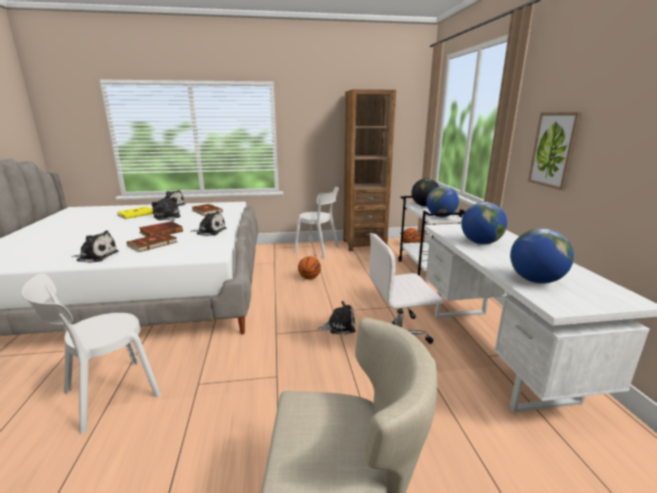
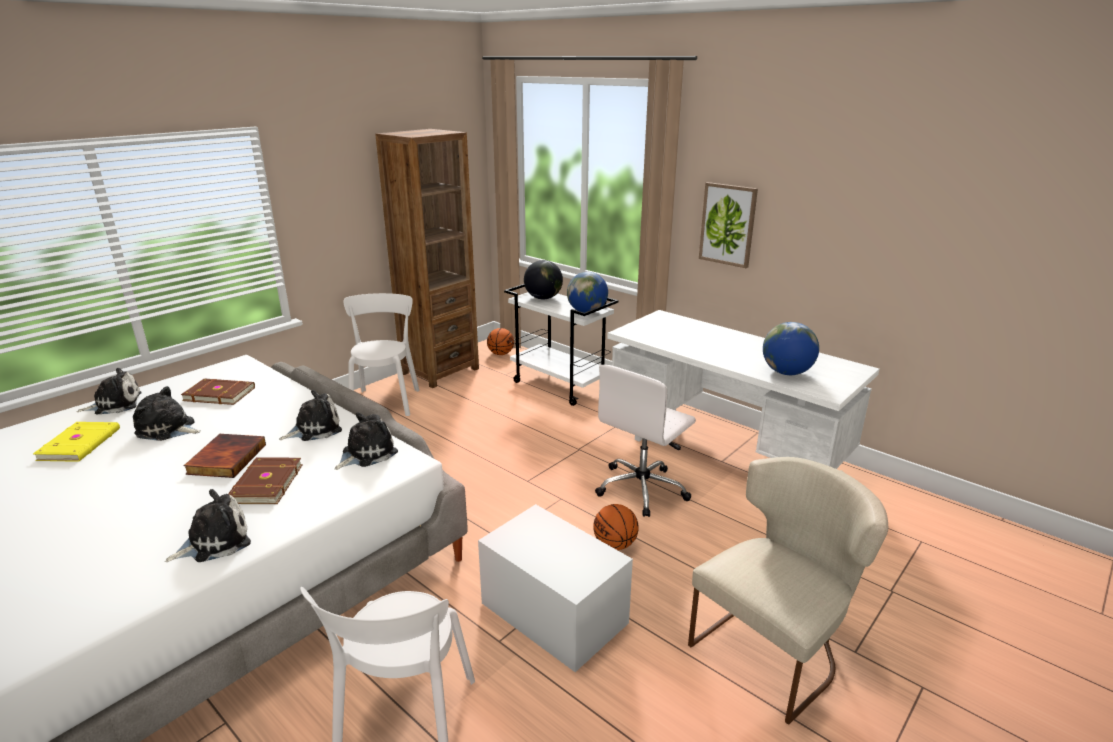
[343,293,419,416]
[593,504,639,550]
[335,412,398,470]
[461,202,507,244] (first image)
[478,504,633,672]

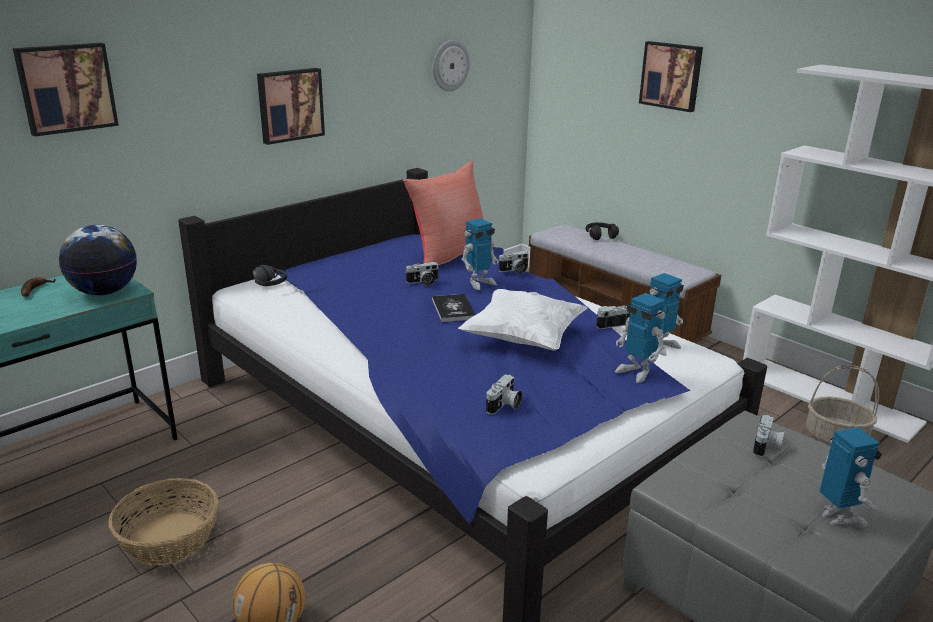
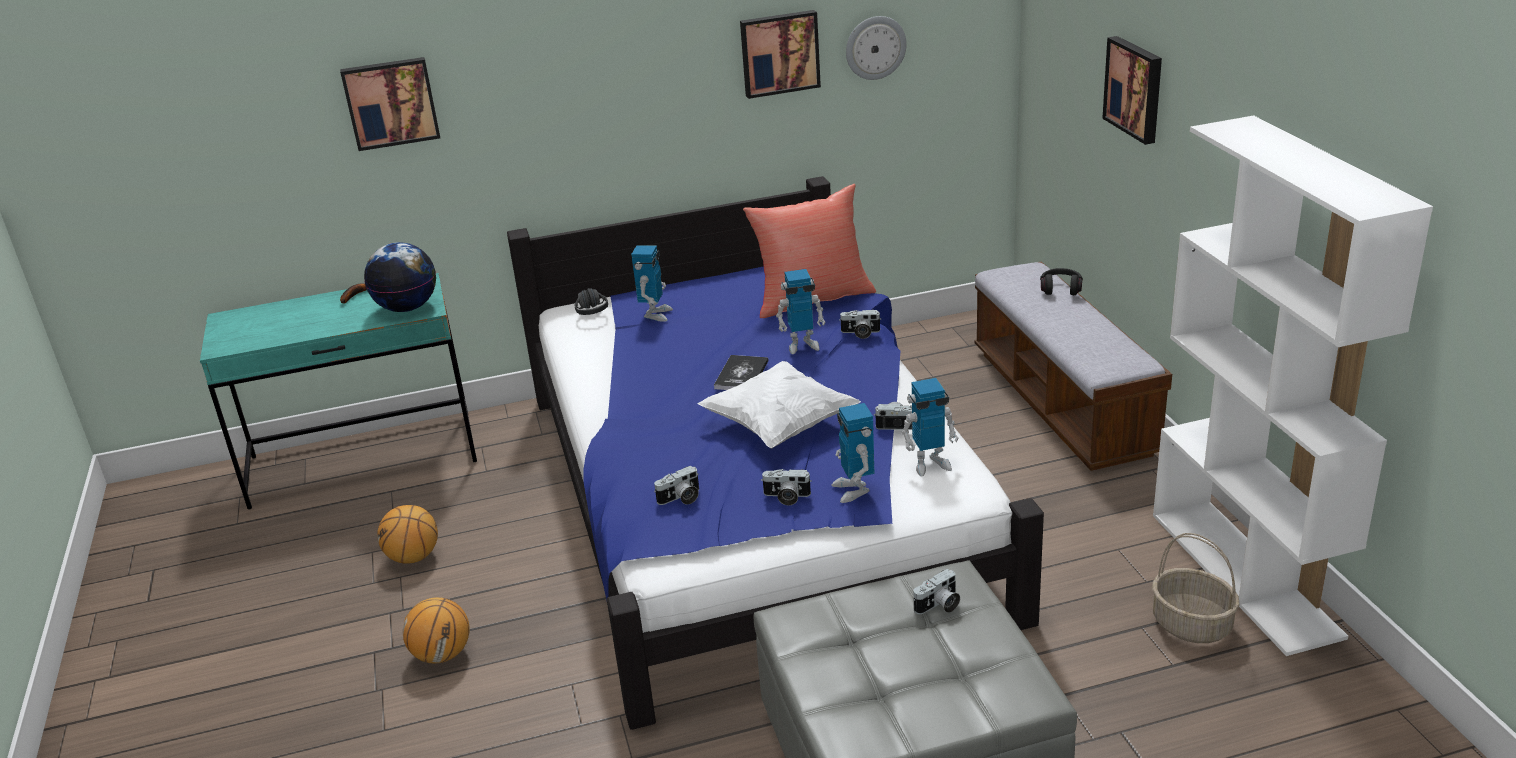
[377,505,438,564]
[740,10,821,99]
[761,469,812,506]
[631,245,673,322]

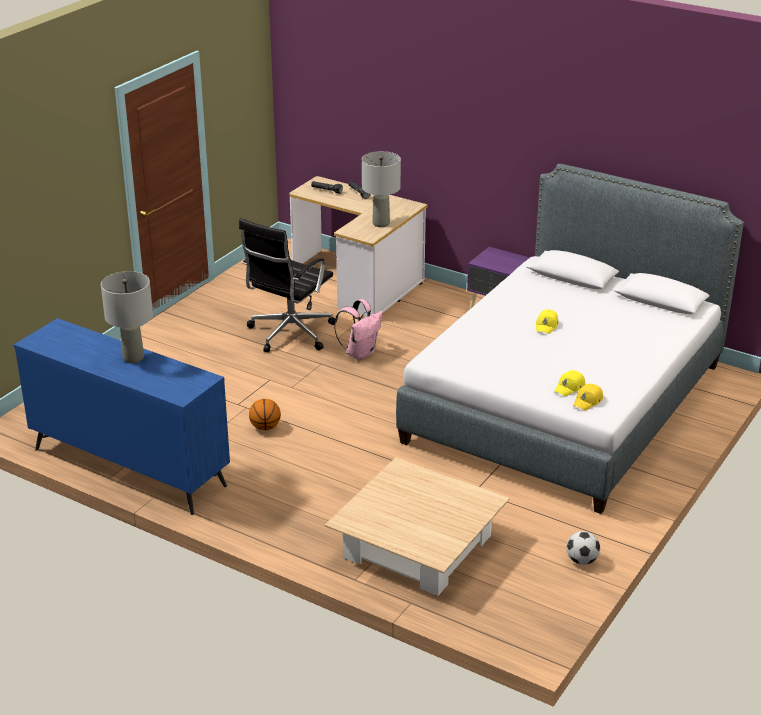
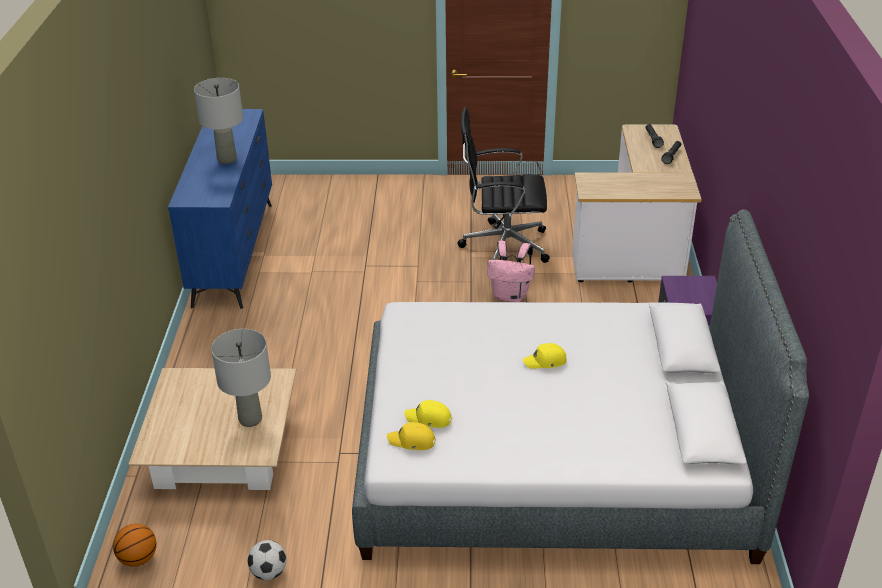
[113,524,156,567]
[211,329,271,427]

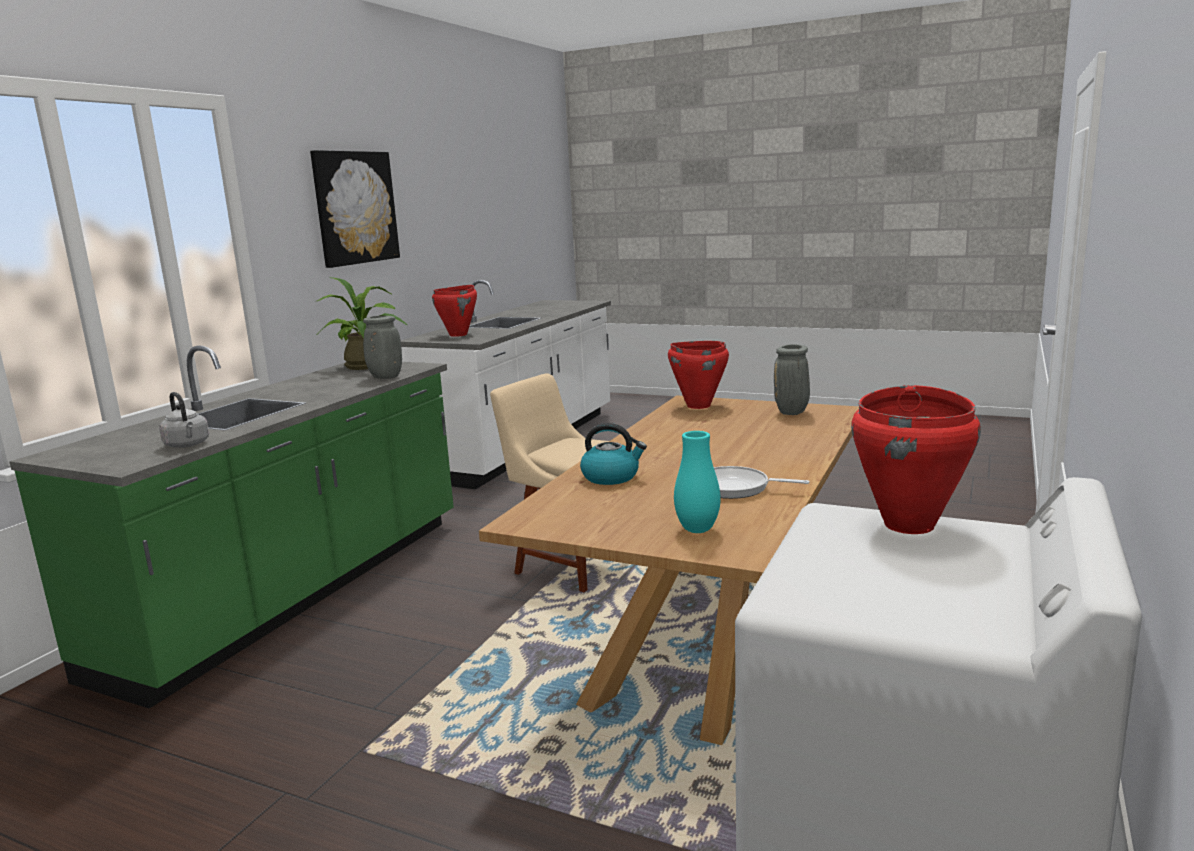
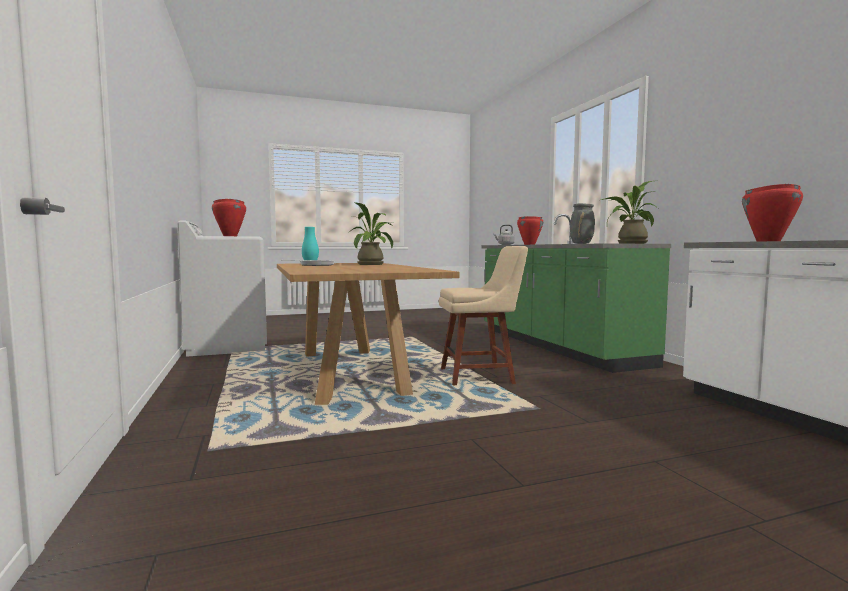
[310,150,400,268] (first image)
[349,202,393,265]
[517,216,543,245]
[774,344,810,415] (first image)

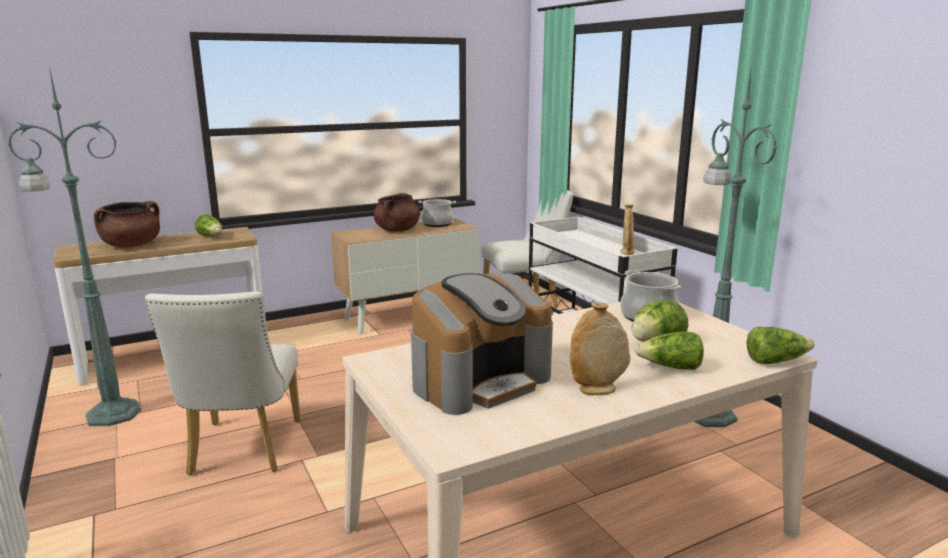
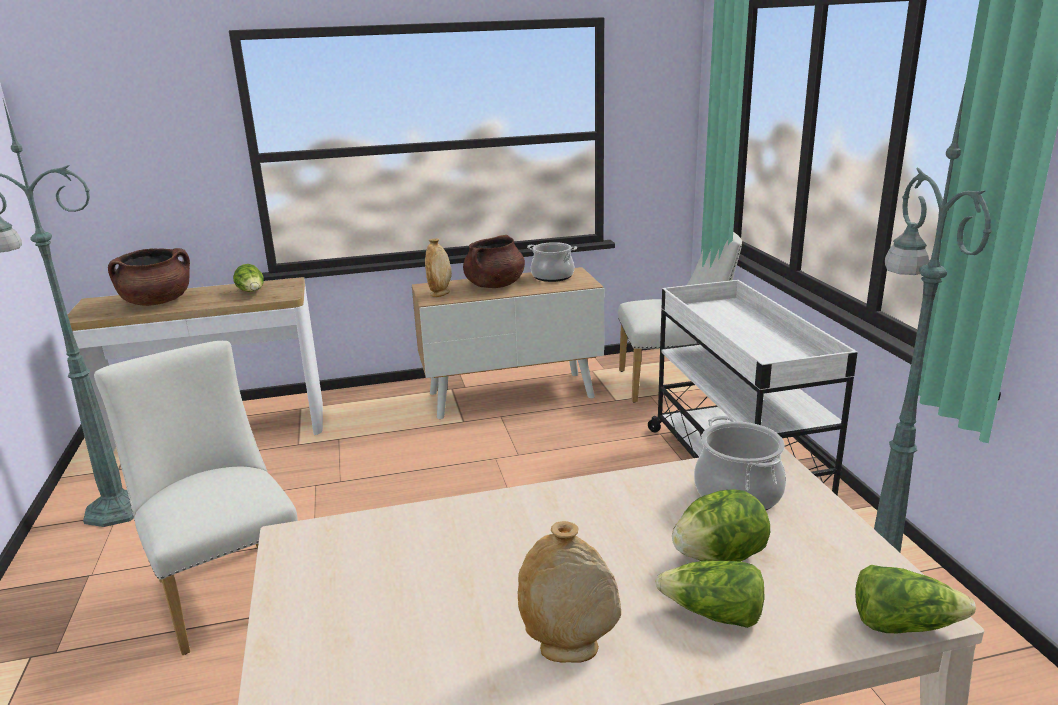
[94,341,298,655]
[411,273,553,415] (first image)
[425,238,452,297]

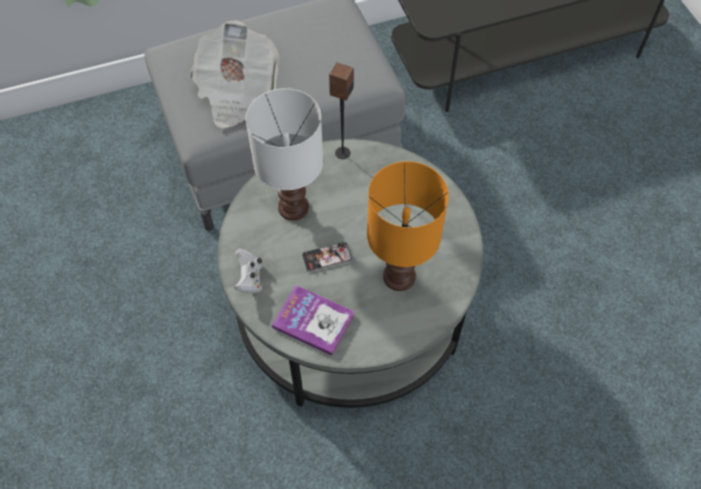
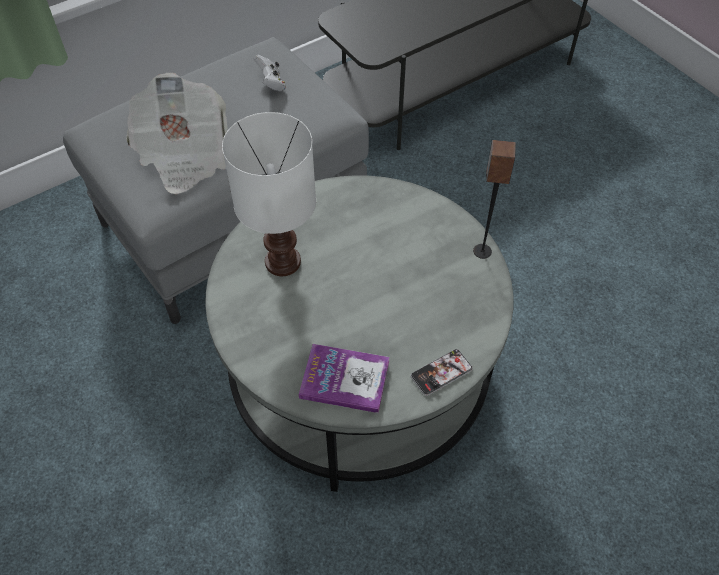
[253,55,286,91]
[410,349,473,396]
[473,140,516,259]
[367,161,449,291] (first image)

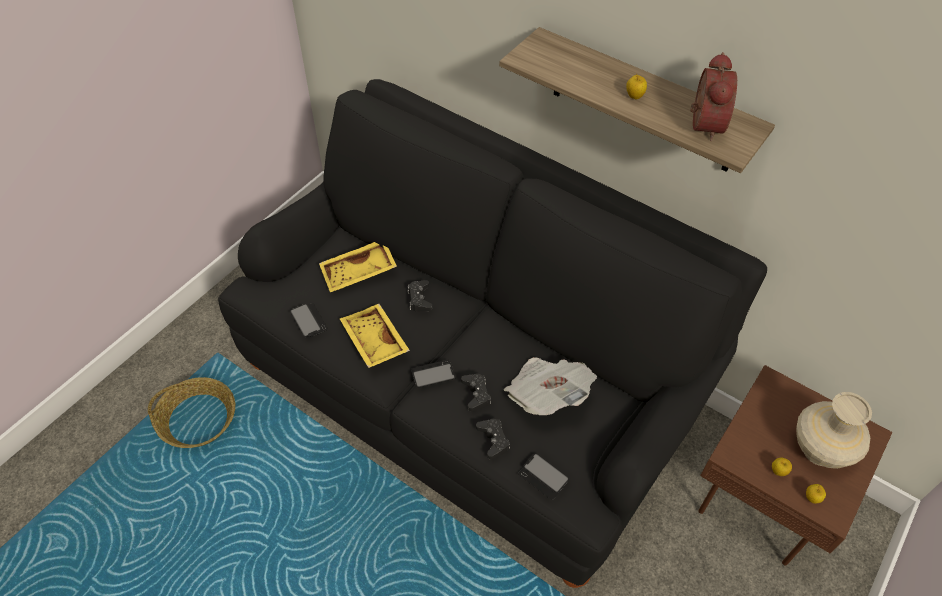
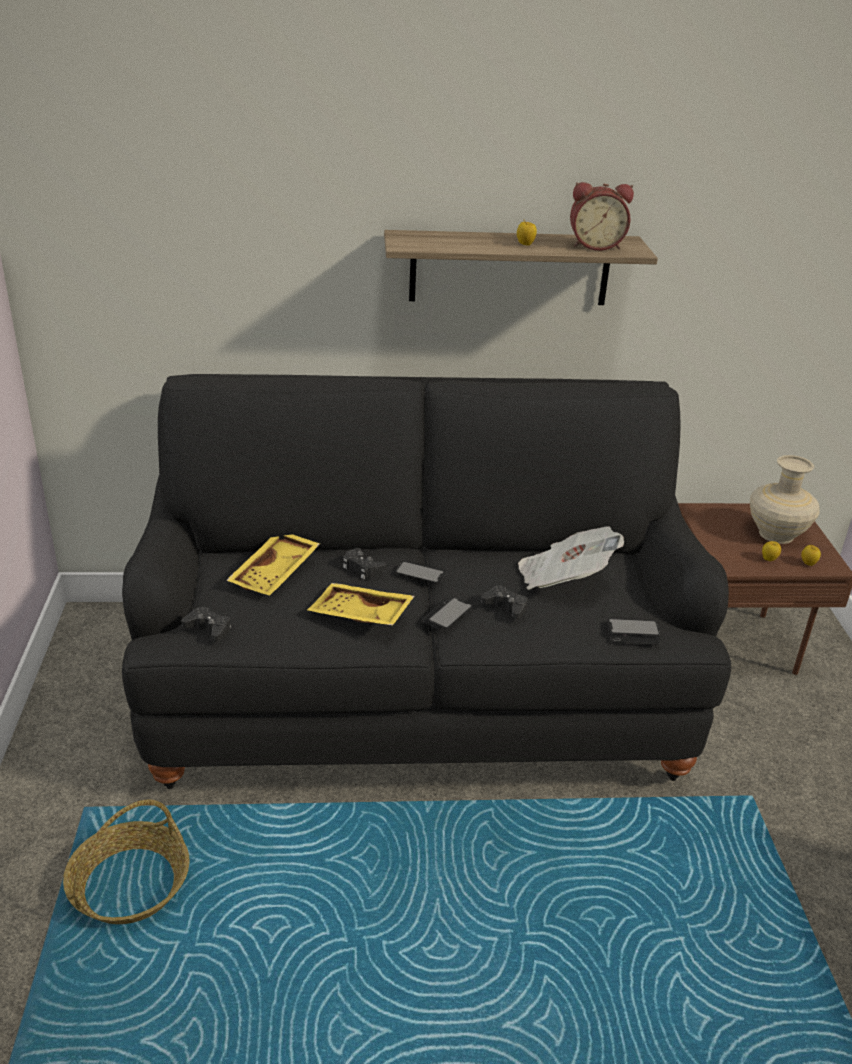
[395,561,447,583]
[181,606,231,642]
[570,182,634,251]

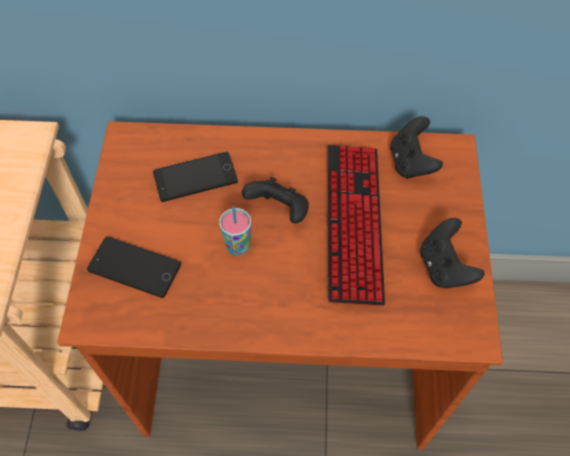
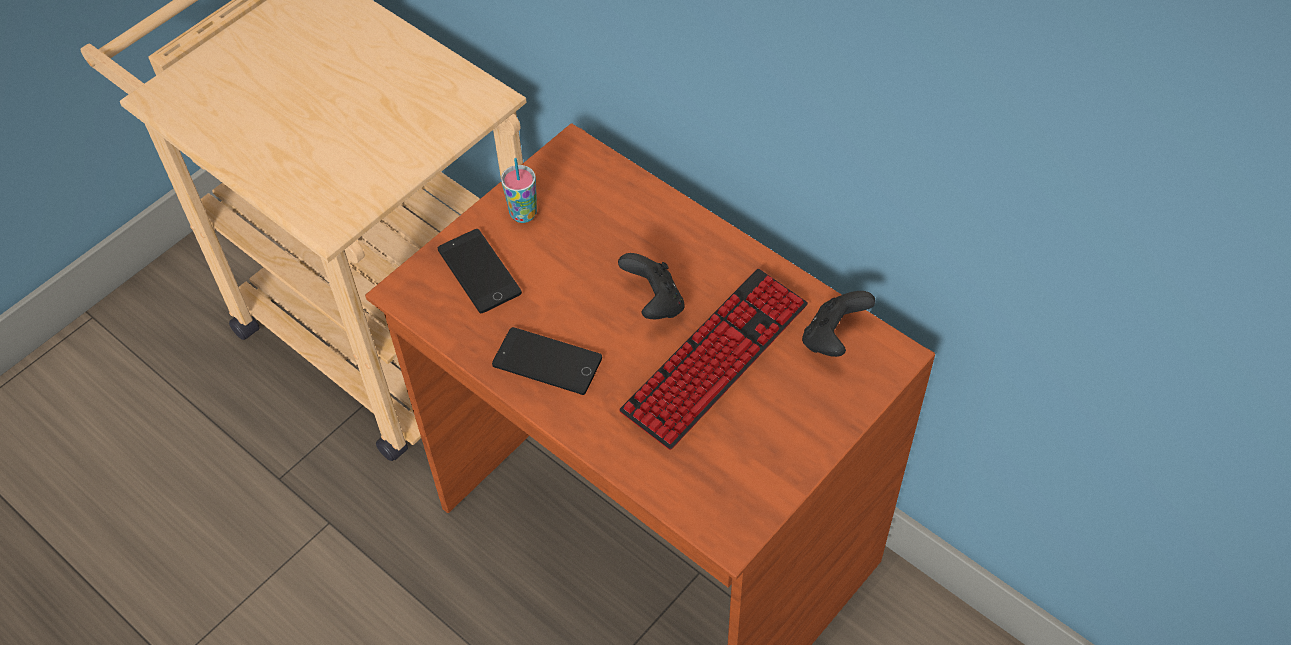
[492,327,602,395]
[501,158,537,223]
[420,218,484,288] (first image)

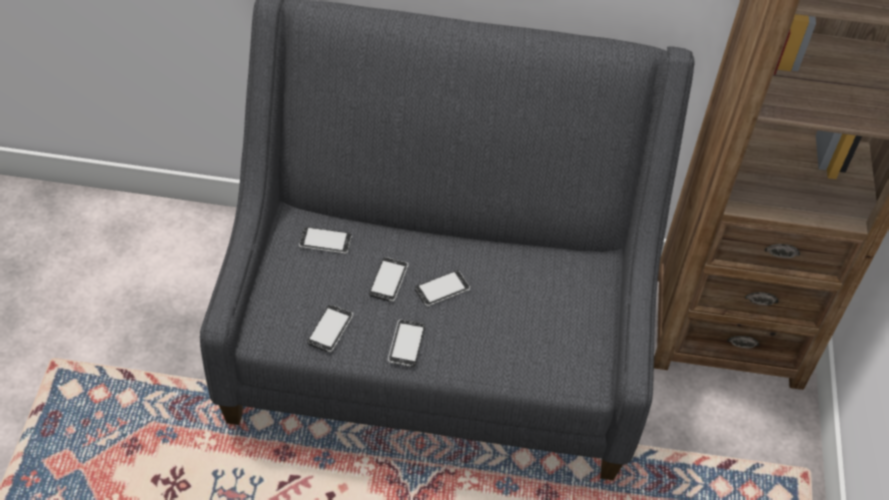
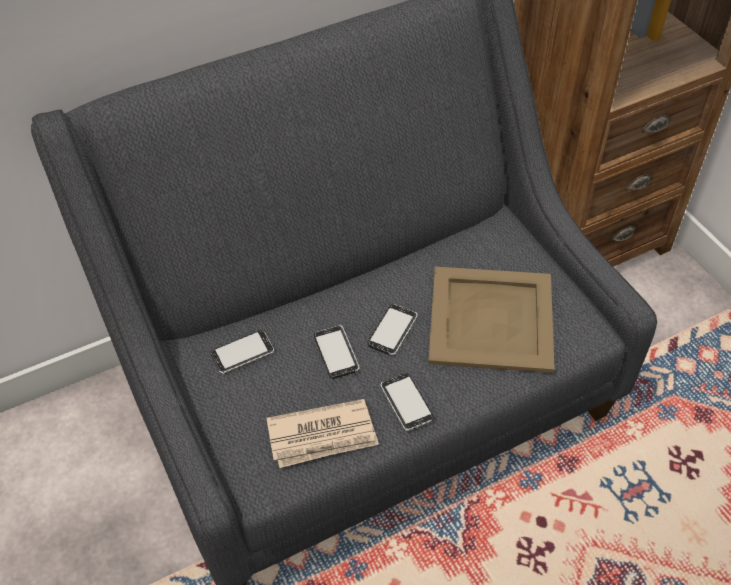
[266,399,379,468]
[428,267,555,373]

